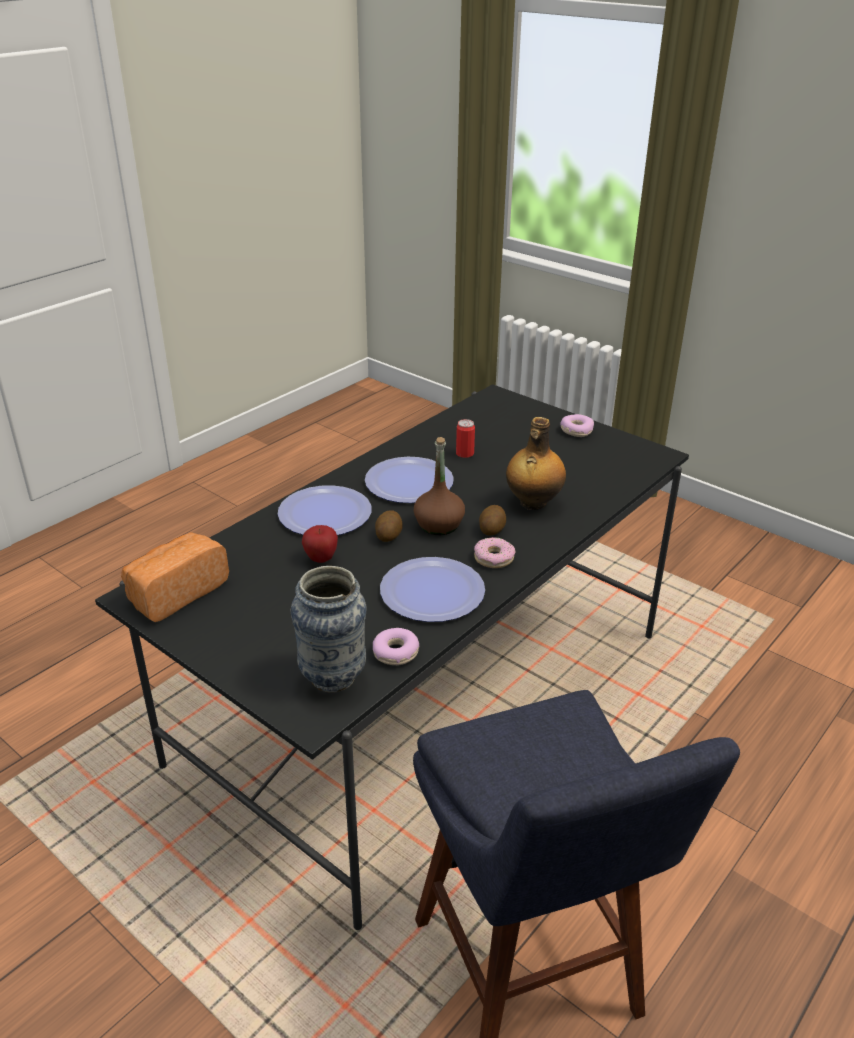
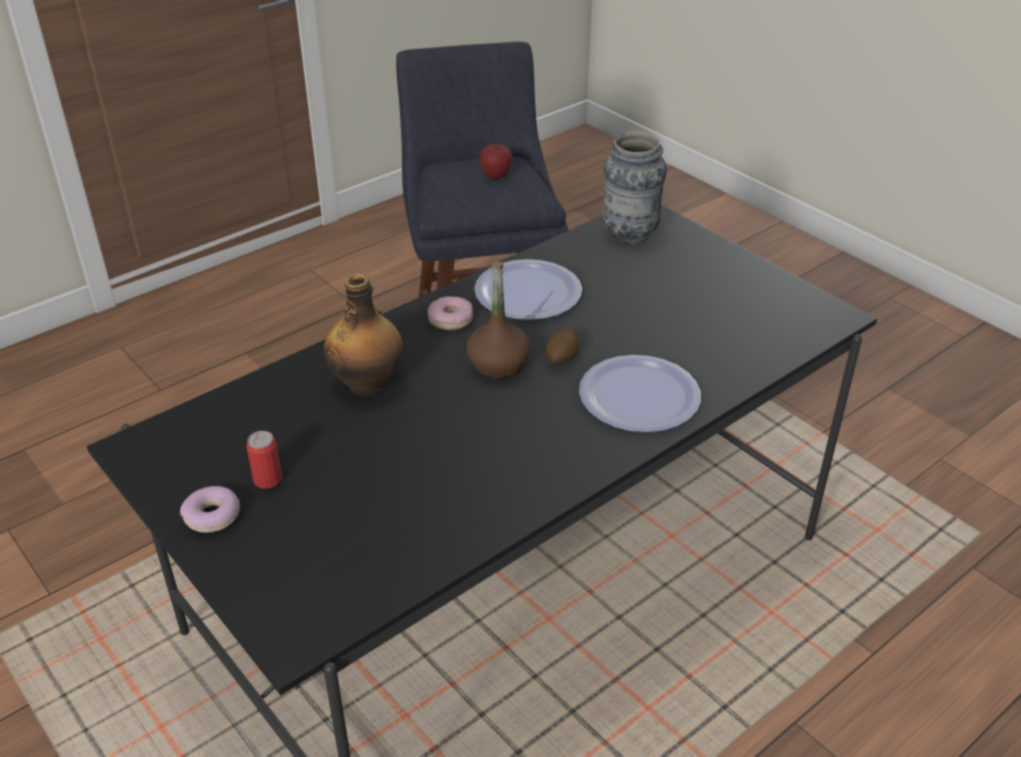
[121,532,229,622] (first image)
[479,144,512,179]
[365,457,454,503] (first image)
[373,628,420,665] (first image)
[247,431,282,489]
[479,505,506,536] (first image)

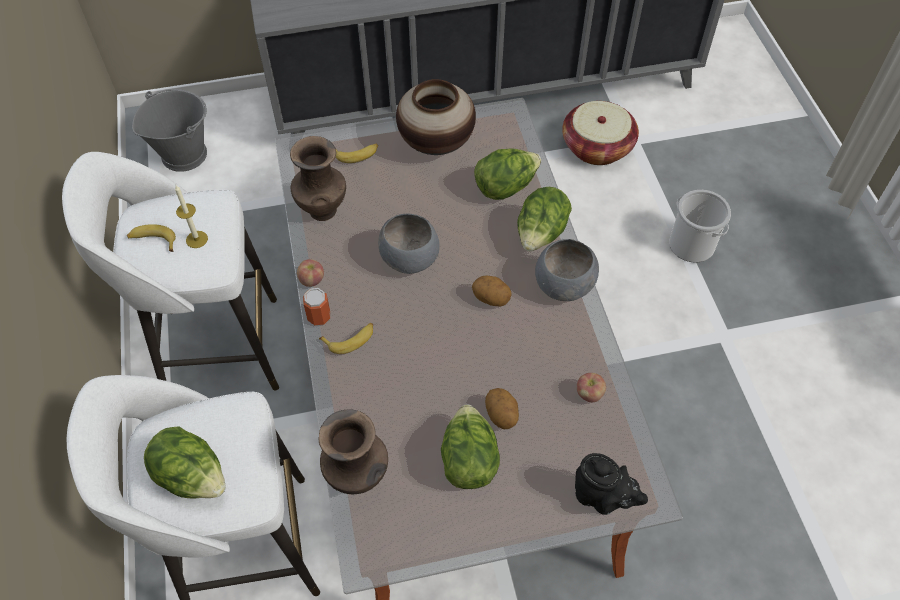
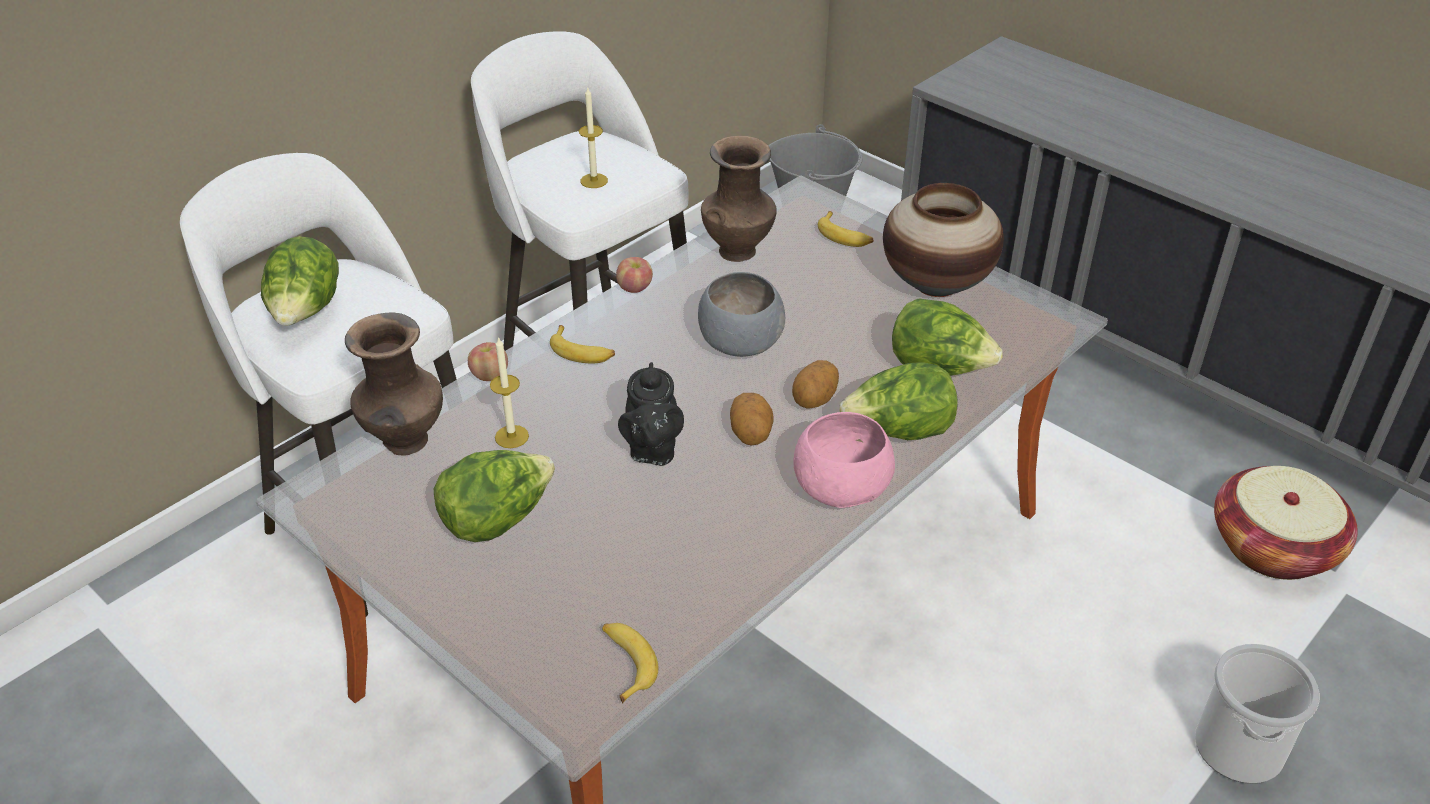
[602,623,659,703]
[303,288,330,326] (first image)
[792,360,839,409]
[794,412,895,508]
[618,362,684,466]
[468,342,508,381]
[490,337,529,448]

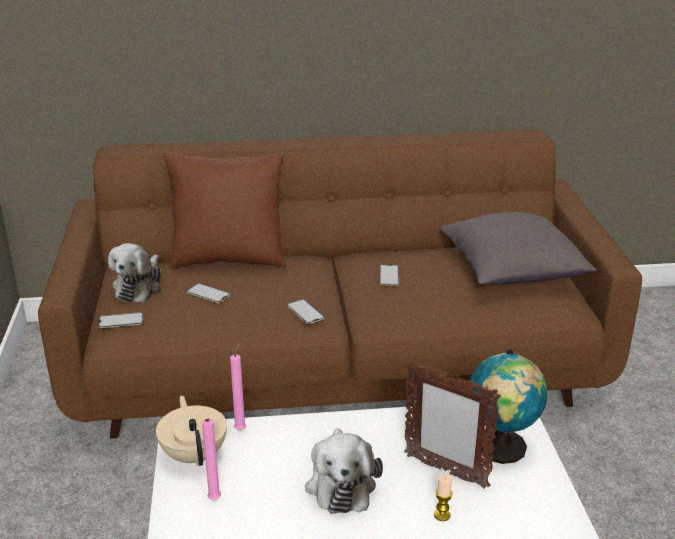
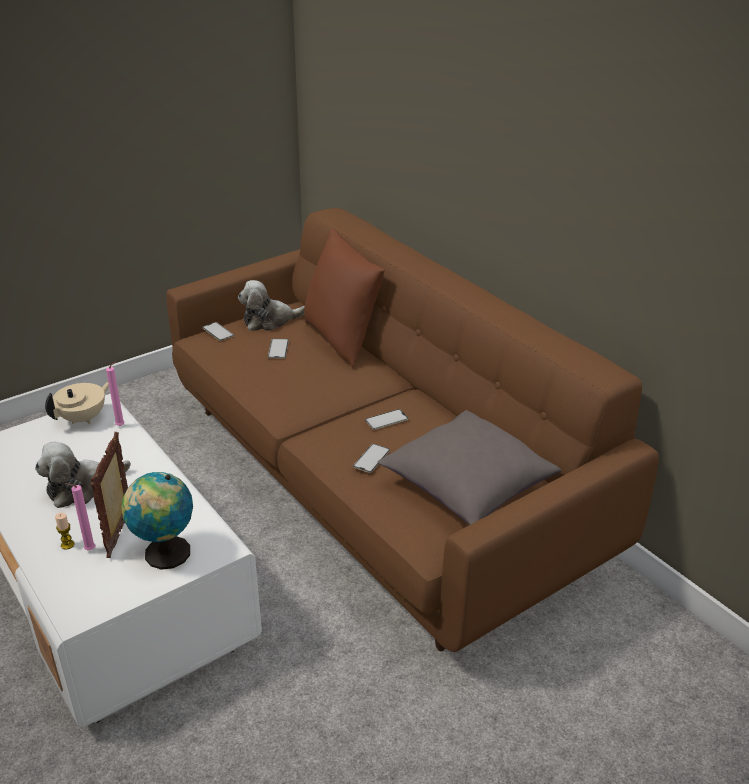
[65,483,95,550]
[353,444,390,473]

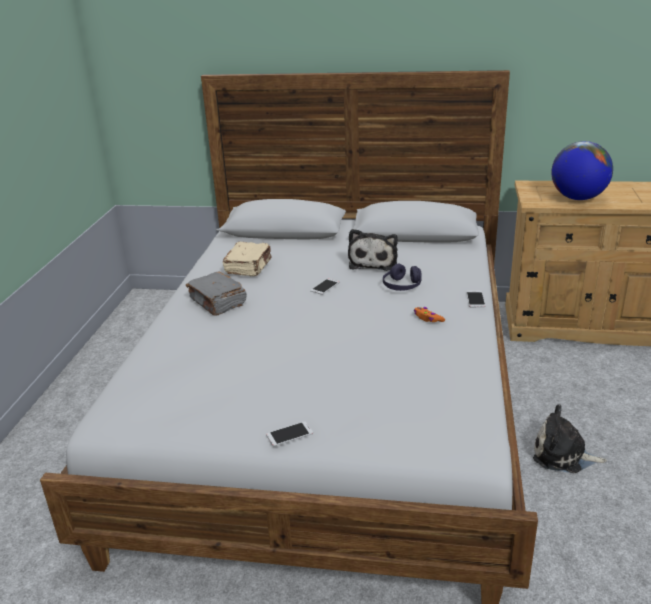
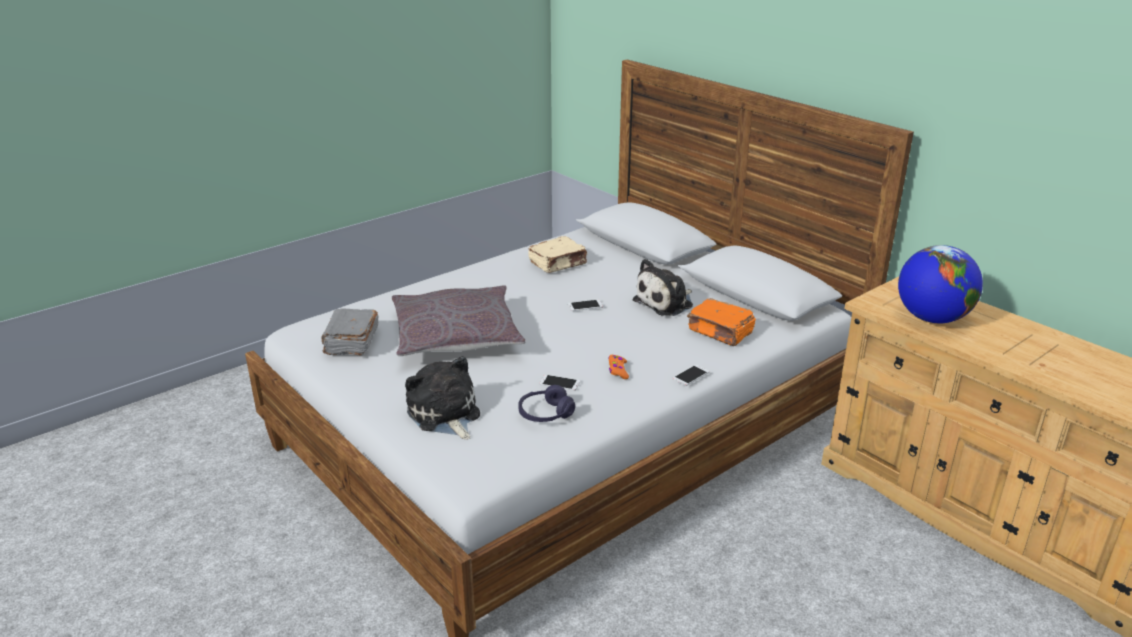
[321,309,378,356]
[539,375,580,391]
[518,385,575,422]
[405,356,480,440]
[392,285,526,356]
[687,298,756,346]

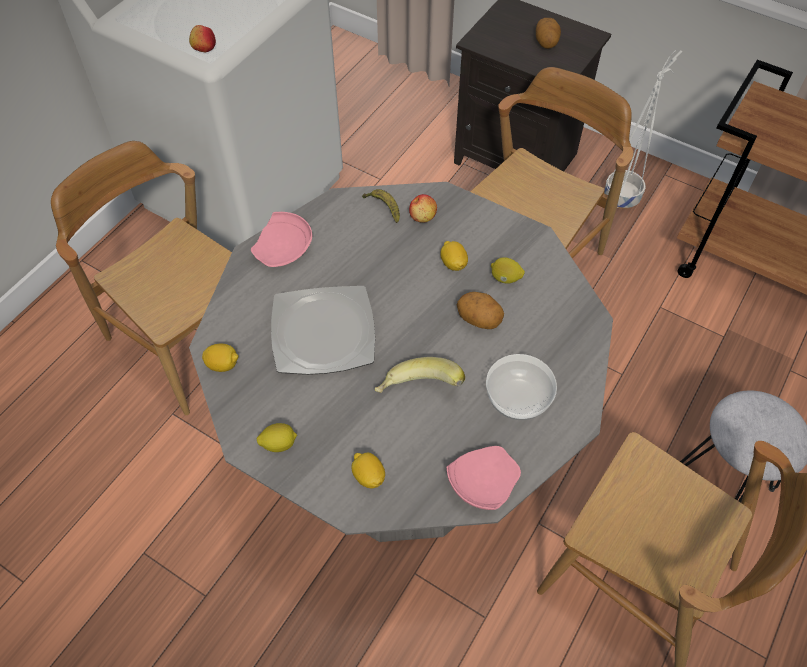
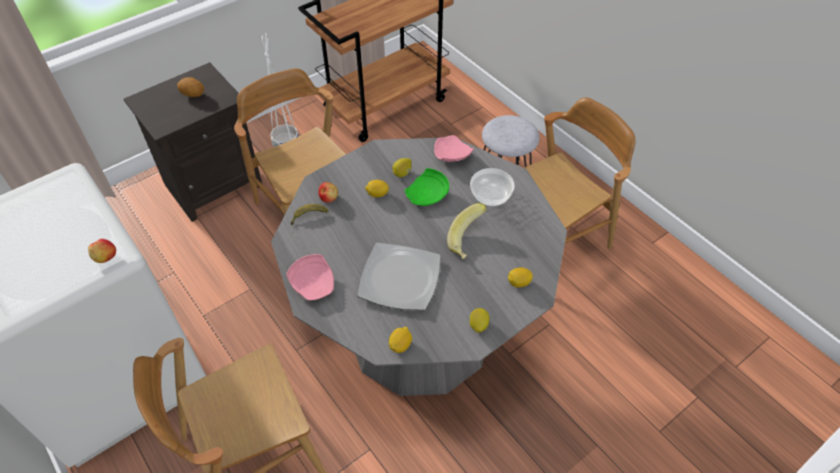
[434,135,474,162]
[405,168,449,206]

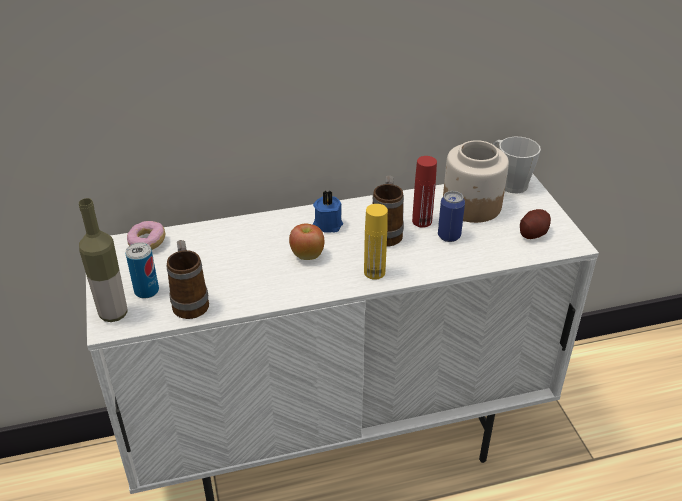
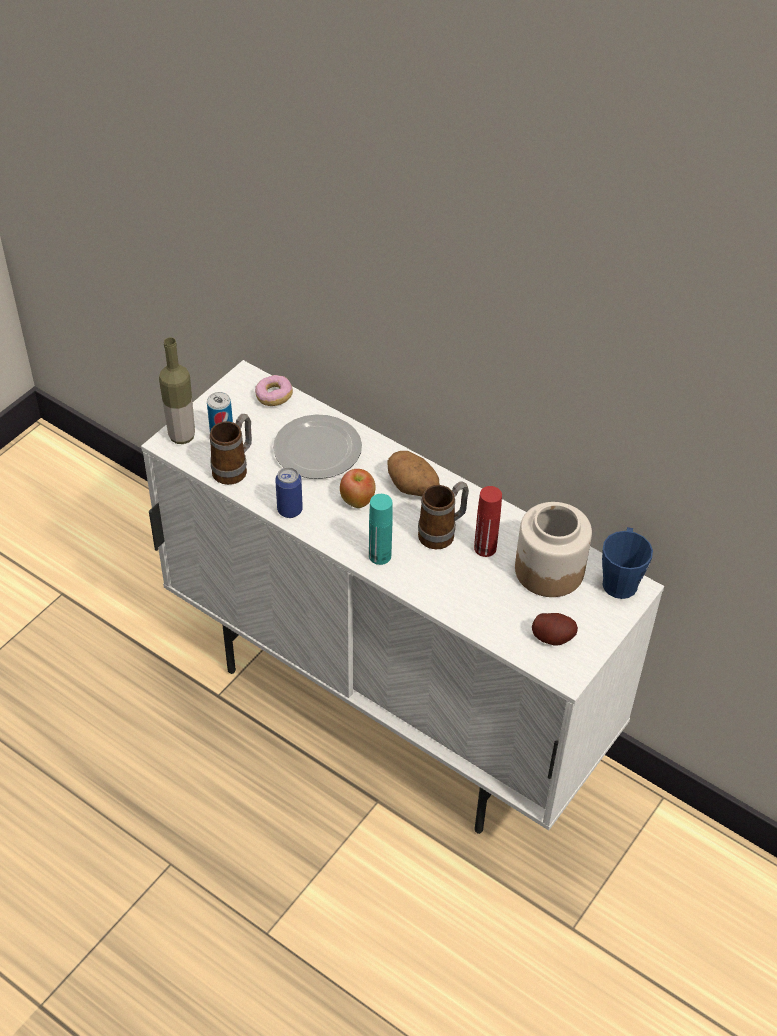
[387,451,439,496]
[369,494,393,565]
[275,467,303,518]
[602,527,653,599]
[273,414,362,479]

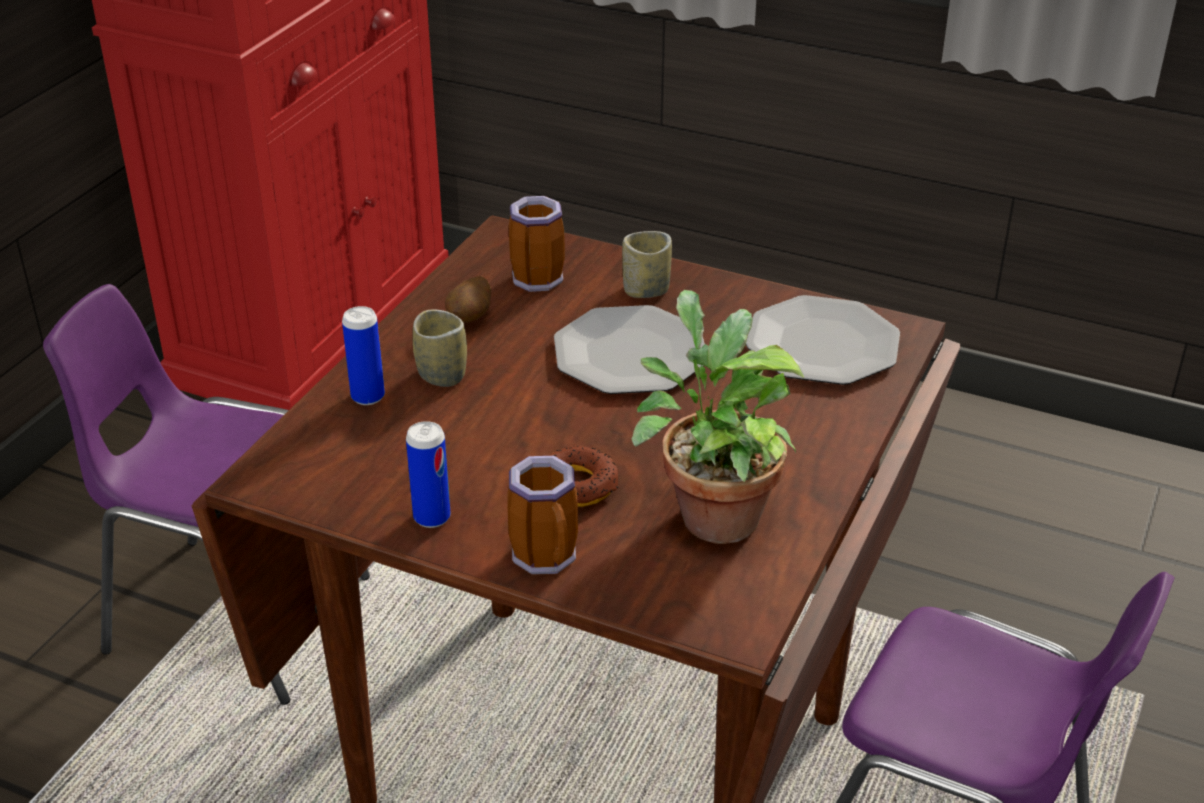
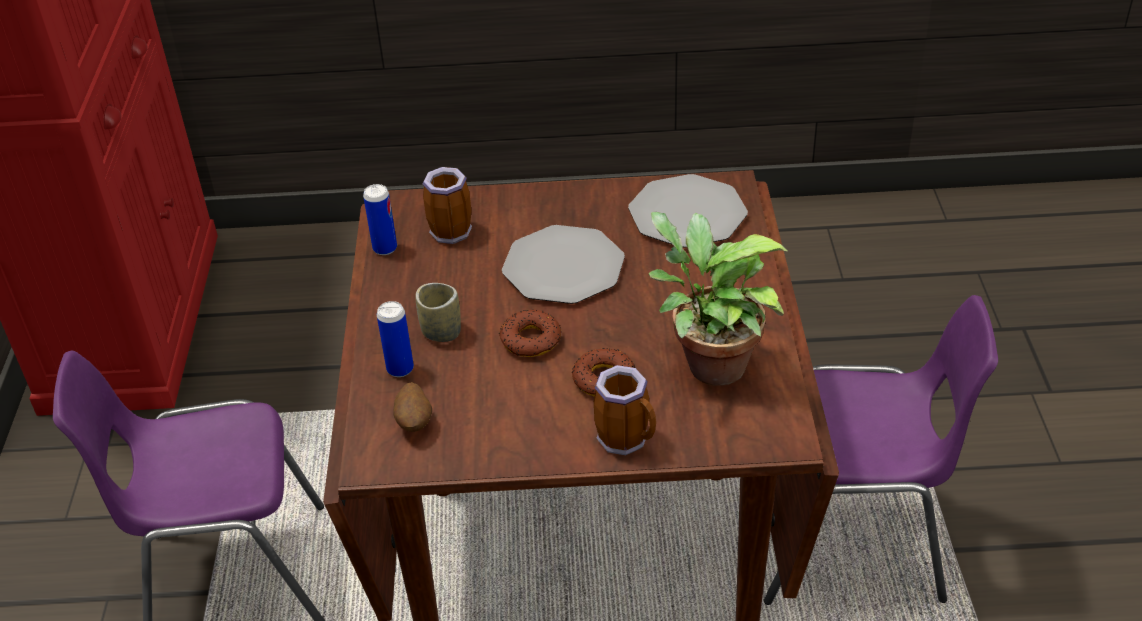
[363,184,397,255]
[393,382,432,432]
[622,231,672,298] (first image)
[499,309,561,357]

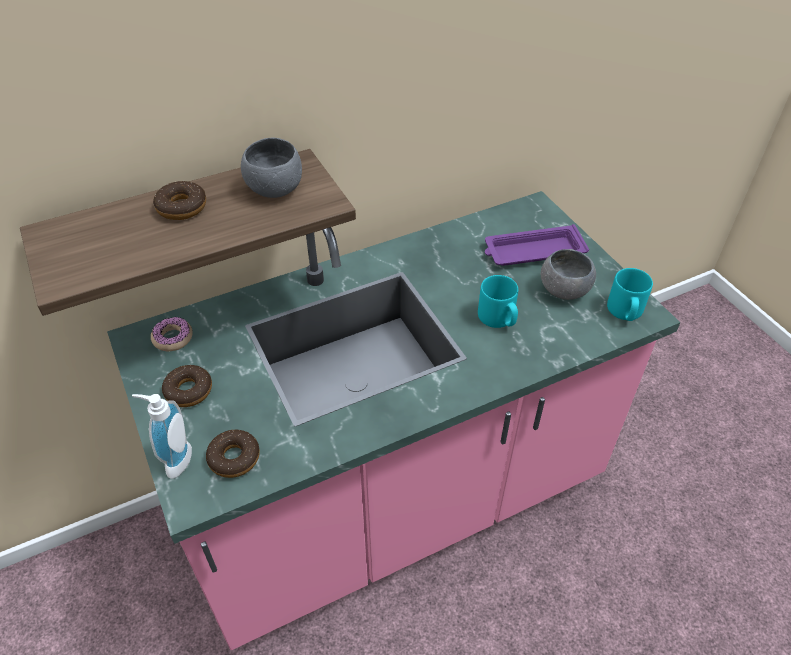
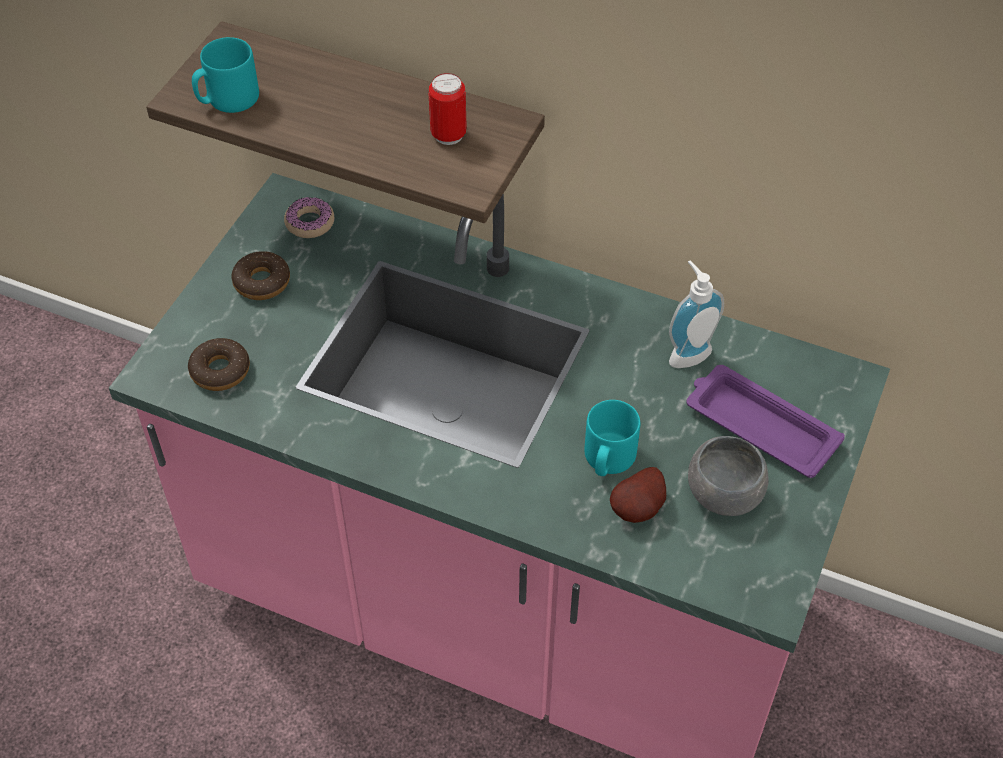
[669,261,724,368]
[153,181,206,220] (first image)
[429,73,467,145]
[192,37,259,113]
[610,467,666,523]

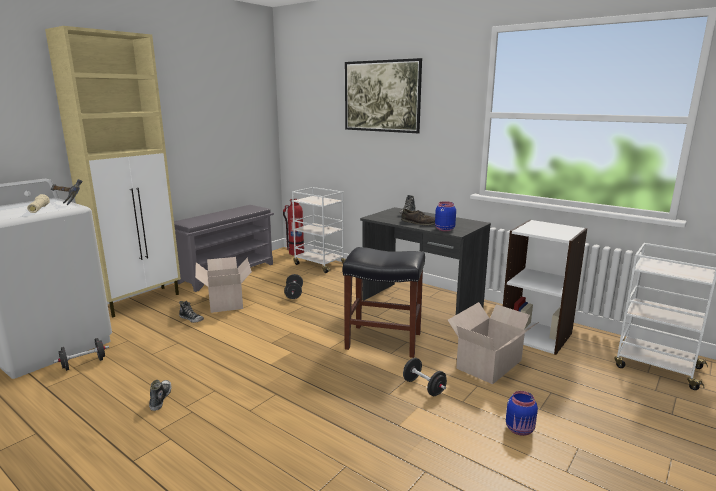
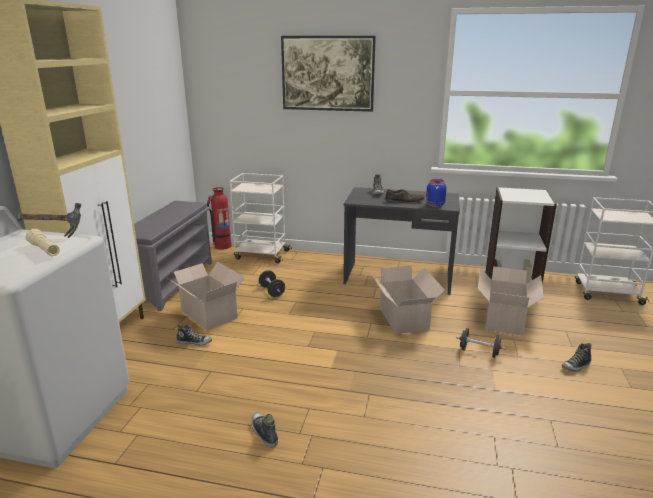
[53,338,109,371] (first image)
[371,266,445,334]
[562,343,591,372]

